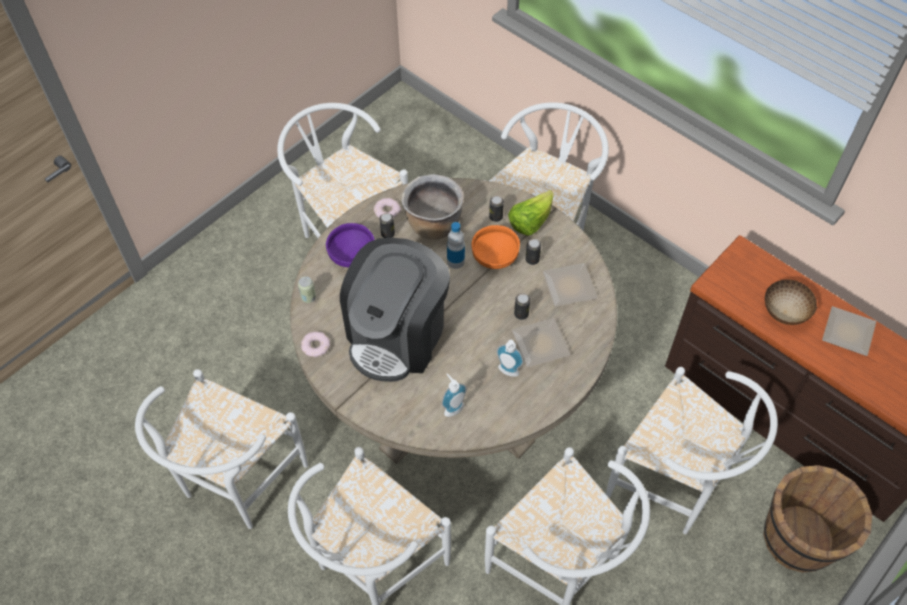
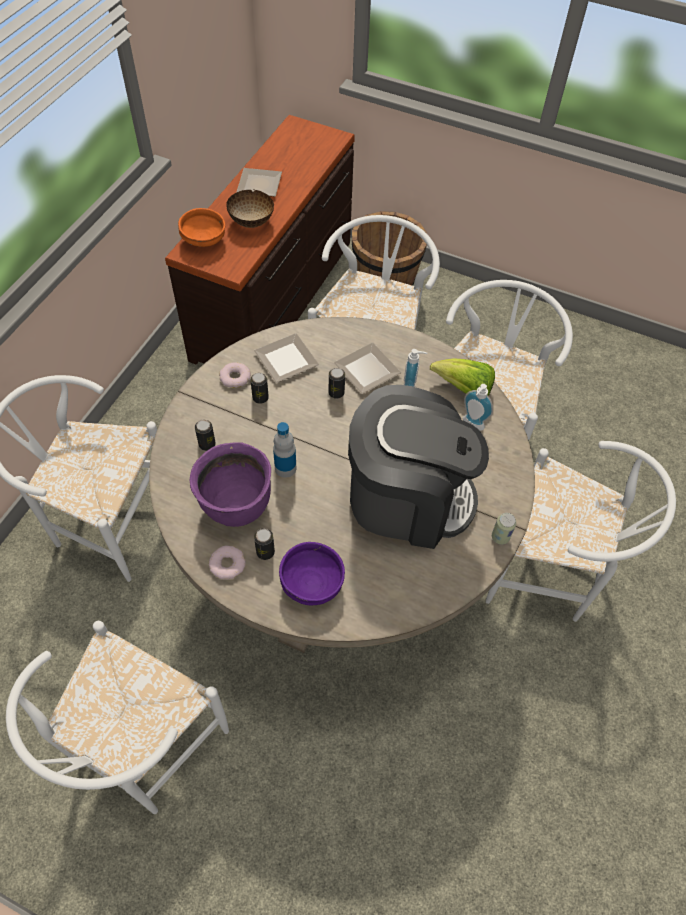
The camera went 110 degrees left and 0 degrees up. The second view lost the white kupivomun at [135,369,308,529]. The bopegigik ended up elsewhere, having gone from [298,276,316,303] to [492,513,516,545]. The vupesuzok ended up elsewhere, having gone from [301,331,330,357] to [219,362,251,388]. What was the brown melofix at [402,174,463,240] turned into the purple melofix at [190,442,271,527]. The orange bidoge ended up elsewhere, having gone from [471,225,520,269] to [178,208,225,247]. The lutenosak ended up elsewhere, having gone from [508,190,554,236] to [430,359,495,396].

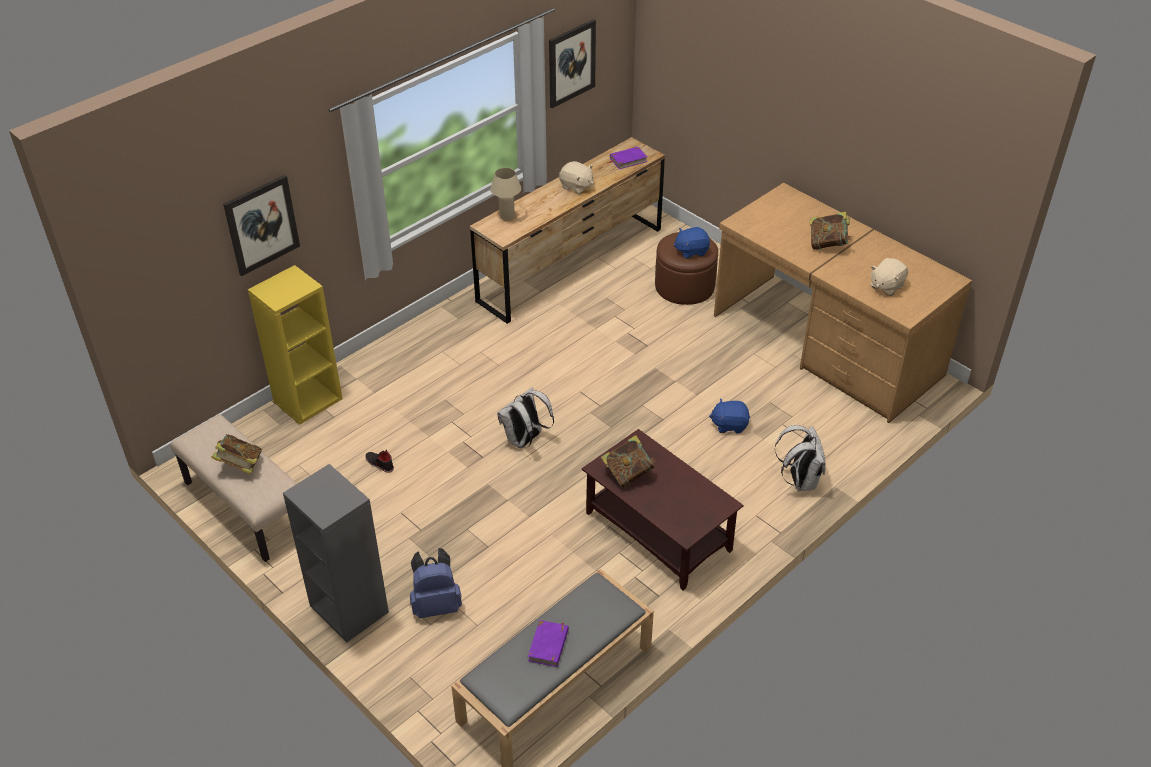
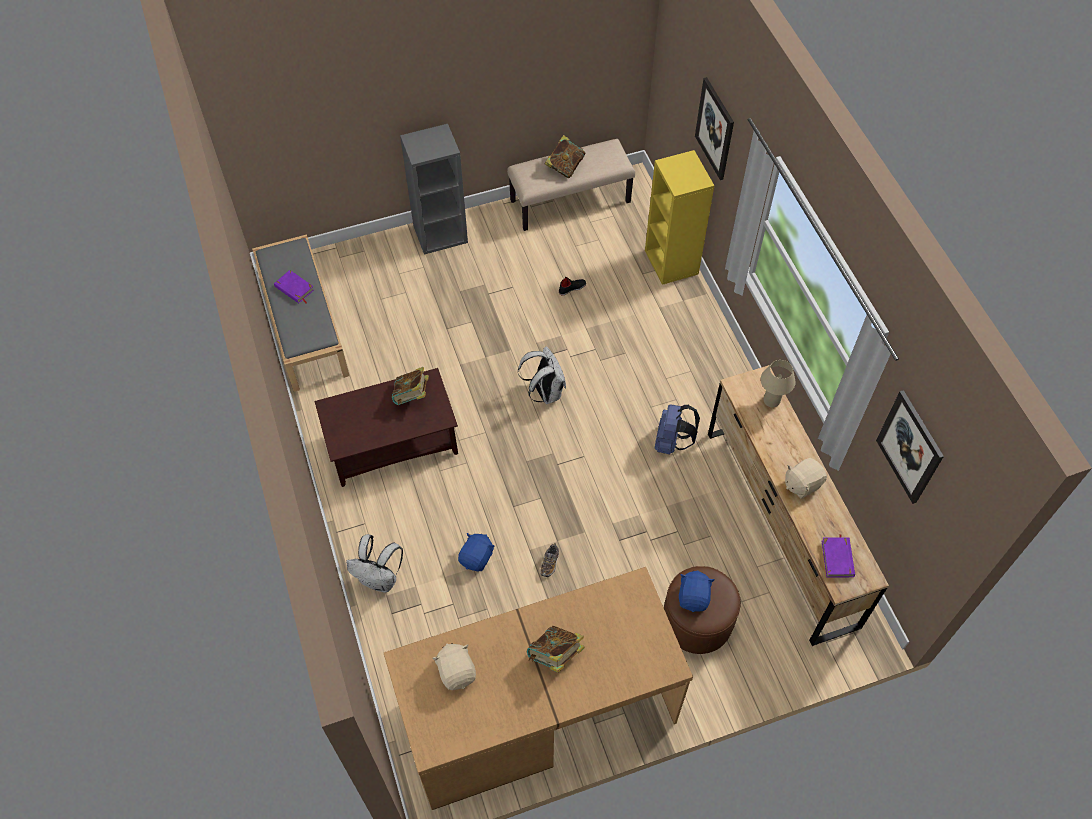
The camera went 115 degrees right and 15 degrees up. The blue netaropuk ended up elsewhere, having gone from [410,548,462,618] to [655,405,700,454]. The second view gained the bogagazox at [540,543,559,577].

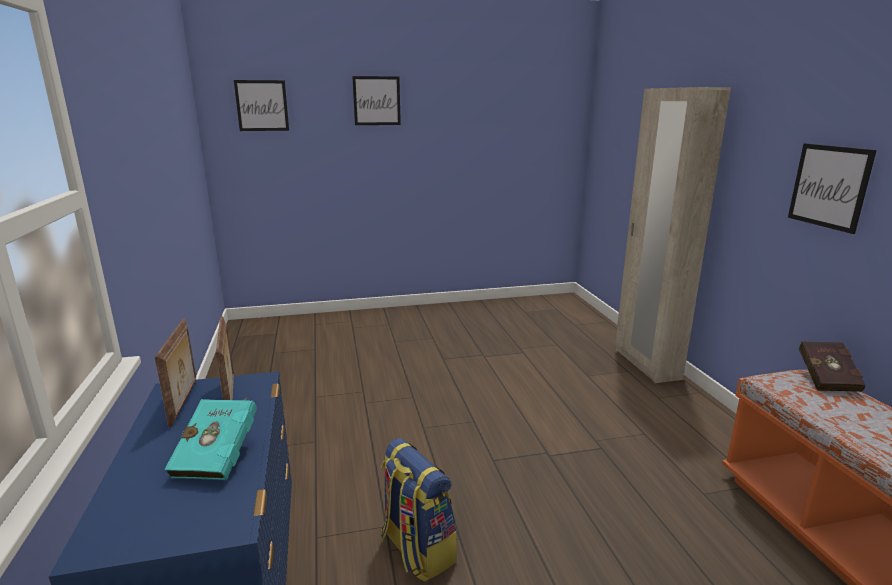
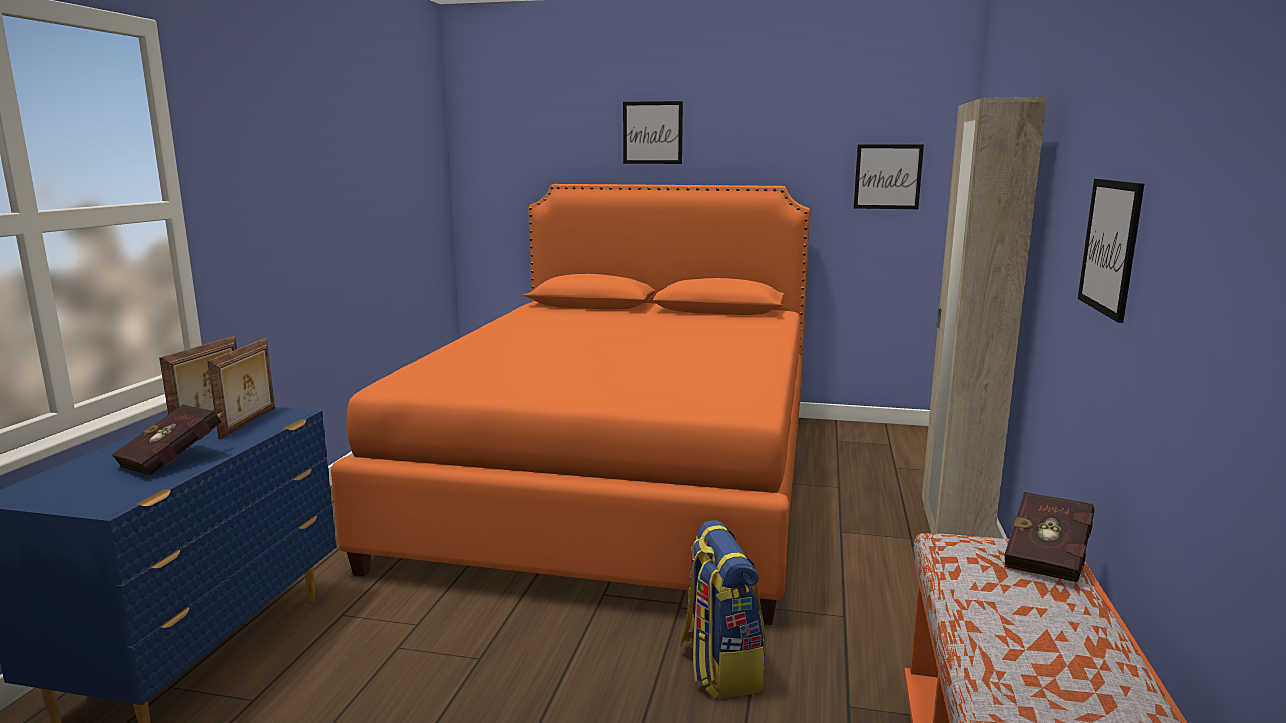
The camera went 25 degrees right and 5 degrees down. What was the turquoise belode at [164,397,257,480] turned into the red belode at [112,405,224,476]. The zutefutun ended up elsewhere, having gone from [234,80,289,131] to [854,145,924,209]. The netaropuk ended up elsewhere, having gone from [381,438,457,582] to [680,520,766,699]. The second view gained the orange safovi at [331,184,810,625].

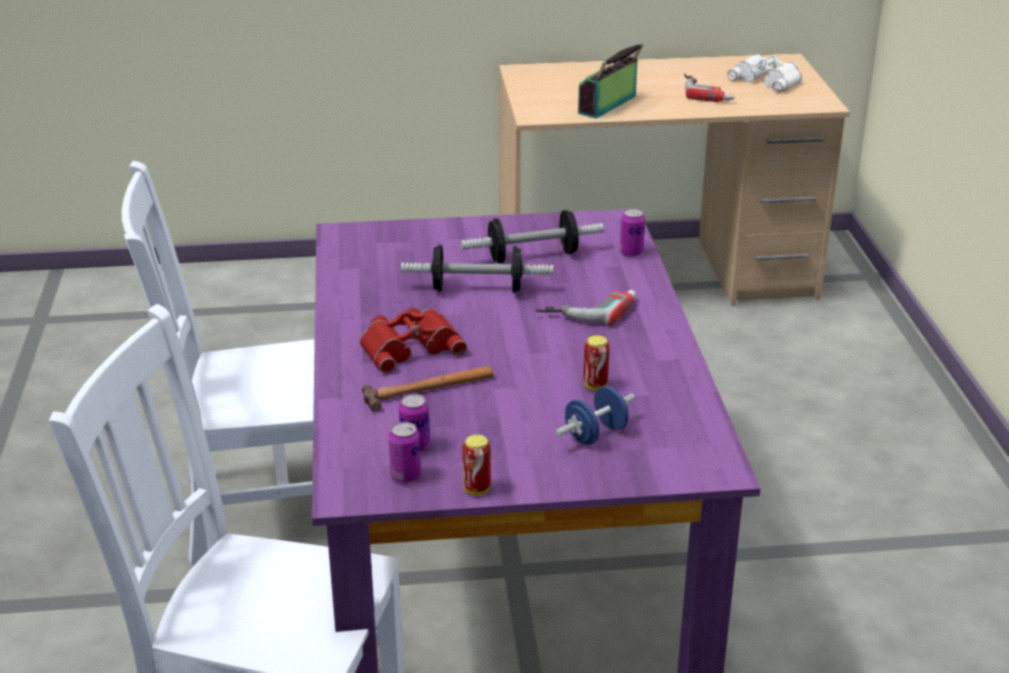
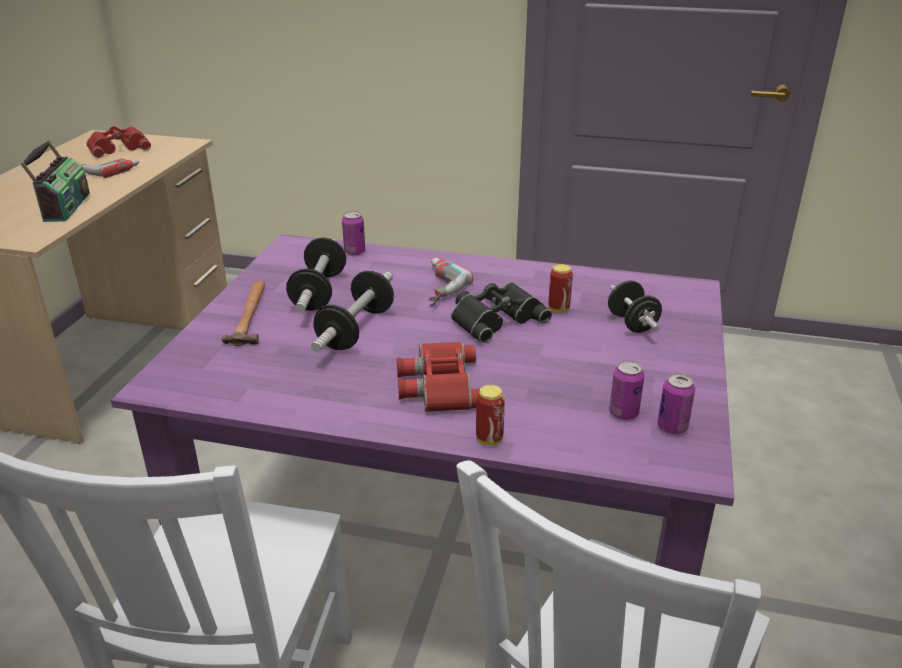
The camera went 70 degrees left and 0 degrees up. The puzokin ended up elsewhere, having gone from [362,366,493,412] to [222,280,265,346]. The bopegigik ended up elsewhere, having gone from [463,434,491,495] to [476,385,505,445]. What was the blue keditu at [555,386,635,445] turned into the black keditu at [608,280,662,333]. The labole at [578,43,643,119] ended up facing another way, 150 degrees counterclockwise from before. What was the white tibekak at [727,54,802,93] turned into the red tibekak at [87,126,151,158]. The second view gained the black tibekak at [451,282,552,343].

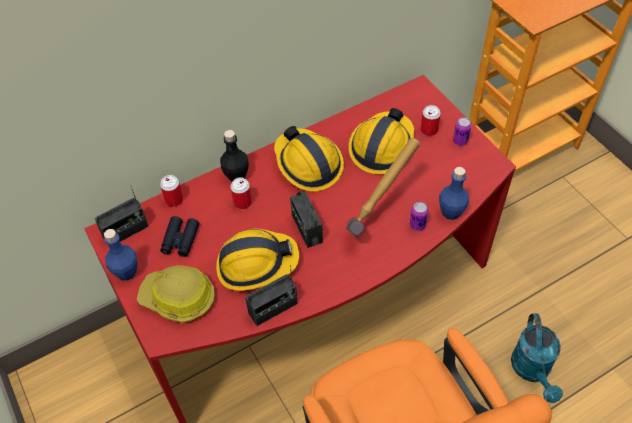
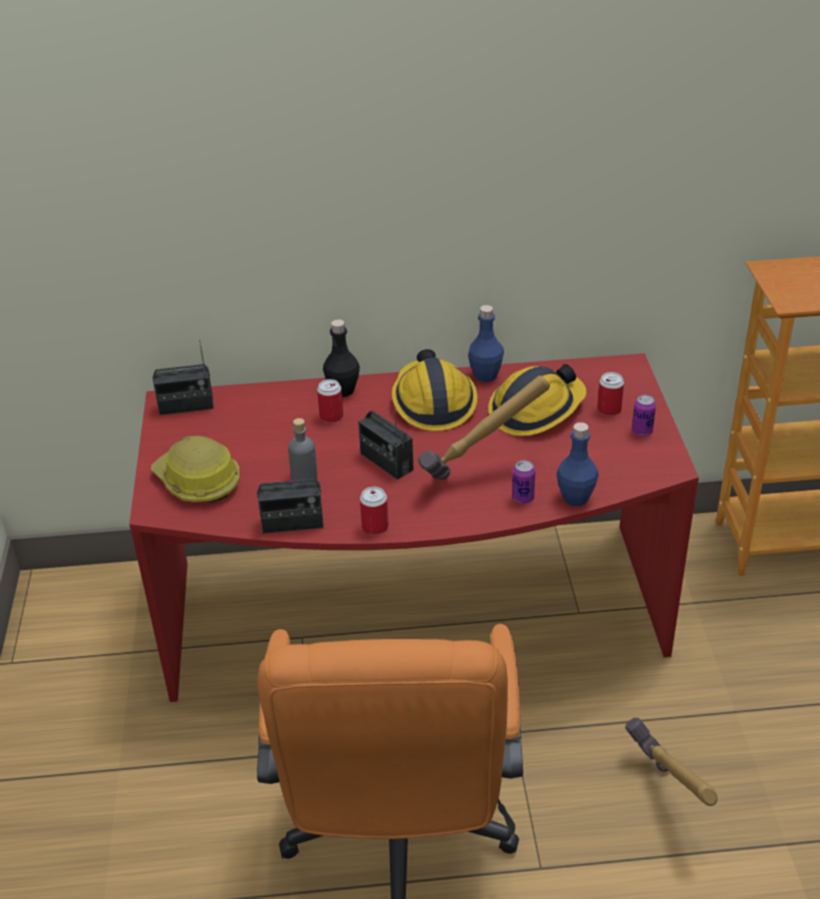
The camera went 25 degrees right and 15 degrees down. The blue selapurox ended up elsewhere, having gone from [104,229,138,280] to [468,305,504,382]. The bopegigik ended up elsewhere, having gone from [160,175,184,207] to [360,487,389,535]. The second view lost the black tibekak at [160,216,199,257]. Where the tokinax stood at [216,229,299,291], the grey selapurox came to stand at [288,418,317,481]. The labole at [290,191,323,248] ended up facing another way, 45 degrees counterclockwise from before. Where the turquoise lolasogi stood at [511,313,563,403], the puzokin came to stand at [625,718,717,806].

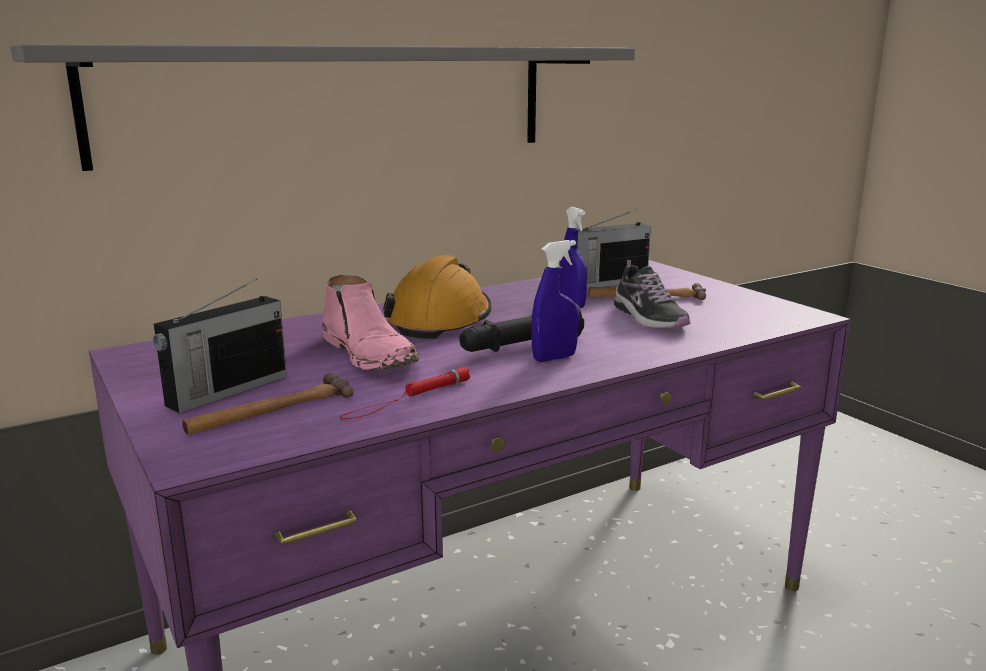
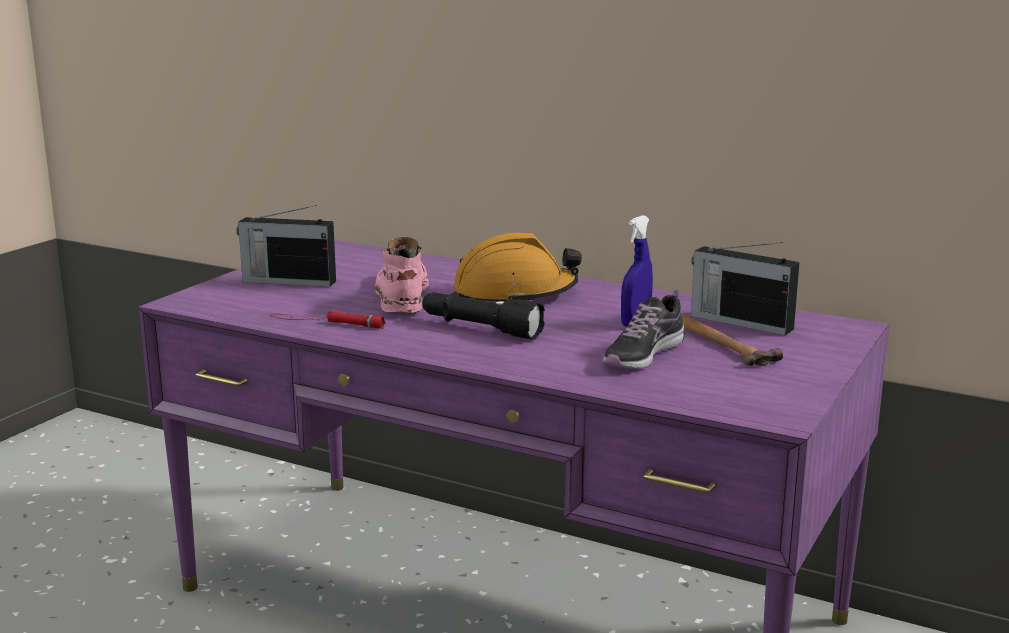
The camera went 60 degrees right and 0 degrees up. The second view lost the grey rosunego at [10,44,635,171]. The second view lost the puzokin at [182,373,354,435]. The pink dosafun at [322,275,419,370] ended up facing another way, 150 degrees clockwise from before. The second view lost the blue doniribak at [531,240,579,362].

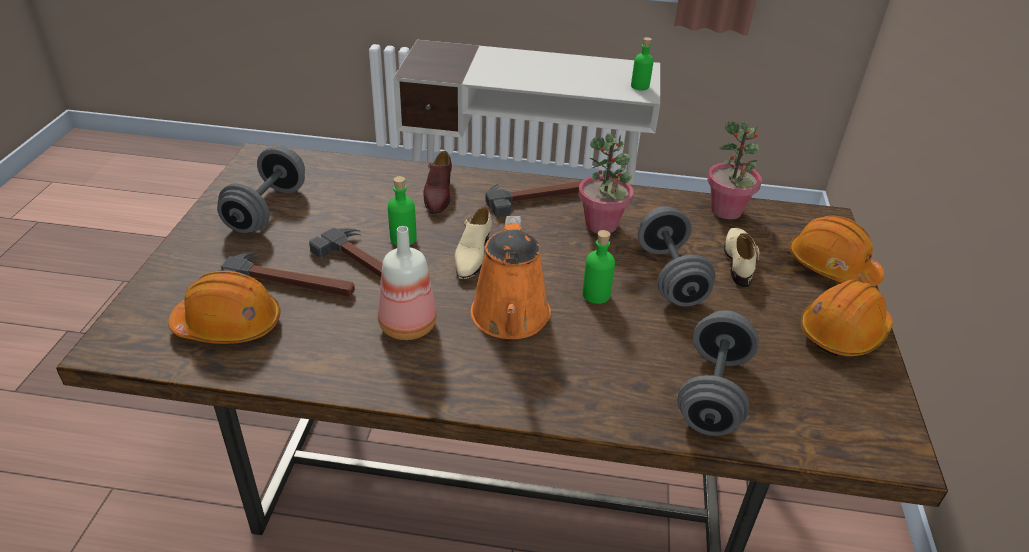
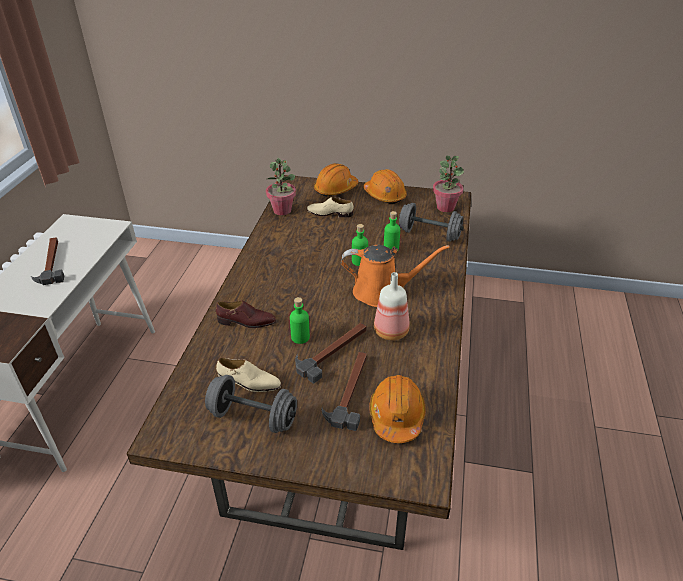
The camera went 85 degrees left and 0 degrees up. The beige bogagazox ended up elsewhere, having gone from [455,207,492,279] to [216,358,281,392]. The puzokin ended up elsewhere, having gone from [485,181,582,217] to [31,237,64,285]. The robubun ended up elsewhere, having gone from [578,134,633,233] to [433,156,464,212]. The green selapurox ended up elsewhere, having gone from [631,37,654,91] to [384,211,400,250]. The second view lost the grey keditu at [638,206,716,307].

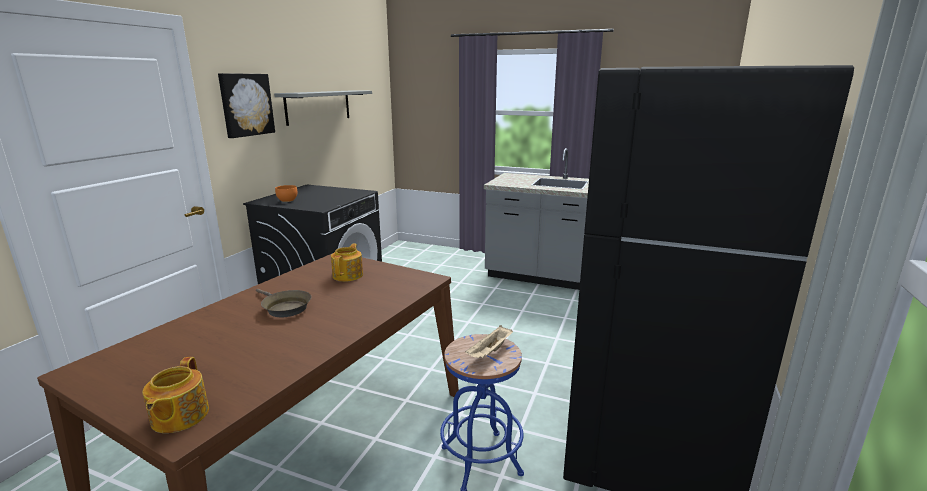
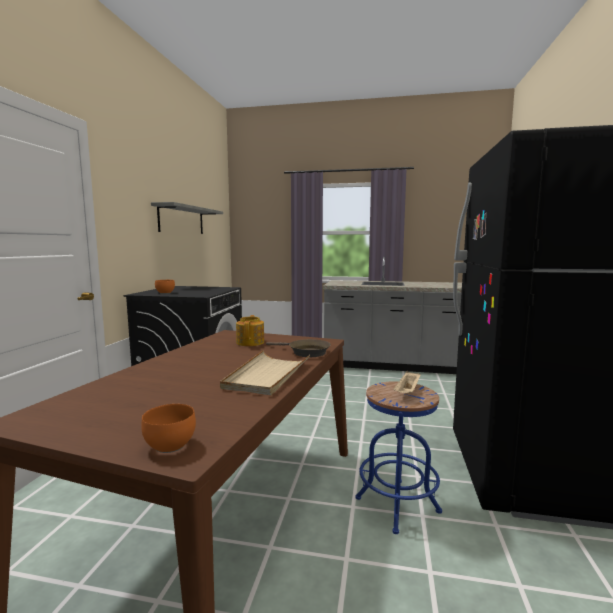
The camera went 10 degrees left and 10 degrees down. Where the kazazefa stood at [142,357,209,433], the orange bidoge came to stand at [141,404,196,453]. The second view lost the zutefutun at [218,73,275,138]. The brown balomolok ended up elsewhere, having gone from [256,289,311,317] to [266,339,331,357]. The second view gained the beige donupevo at [220,351,310,395].

